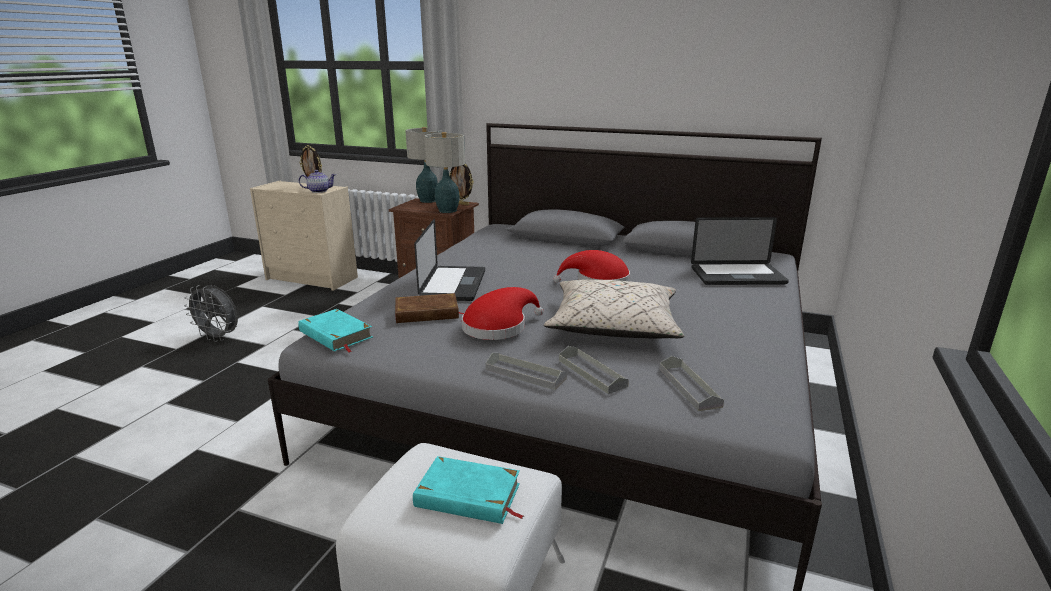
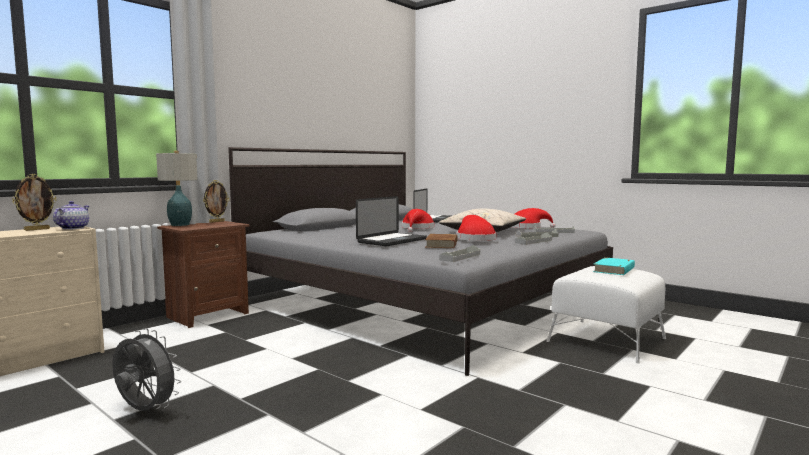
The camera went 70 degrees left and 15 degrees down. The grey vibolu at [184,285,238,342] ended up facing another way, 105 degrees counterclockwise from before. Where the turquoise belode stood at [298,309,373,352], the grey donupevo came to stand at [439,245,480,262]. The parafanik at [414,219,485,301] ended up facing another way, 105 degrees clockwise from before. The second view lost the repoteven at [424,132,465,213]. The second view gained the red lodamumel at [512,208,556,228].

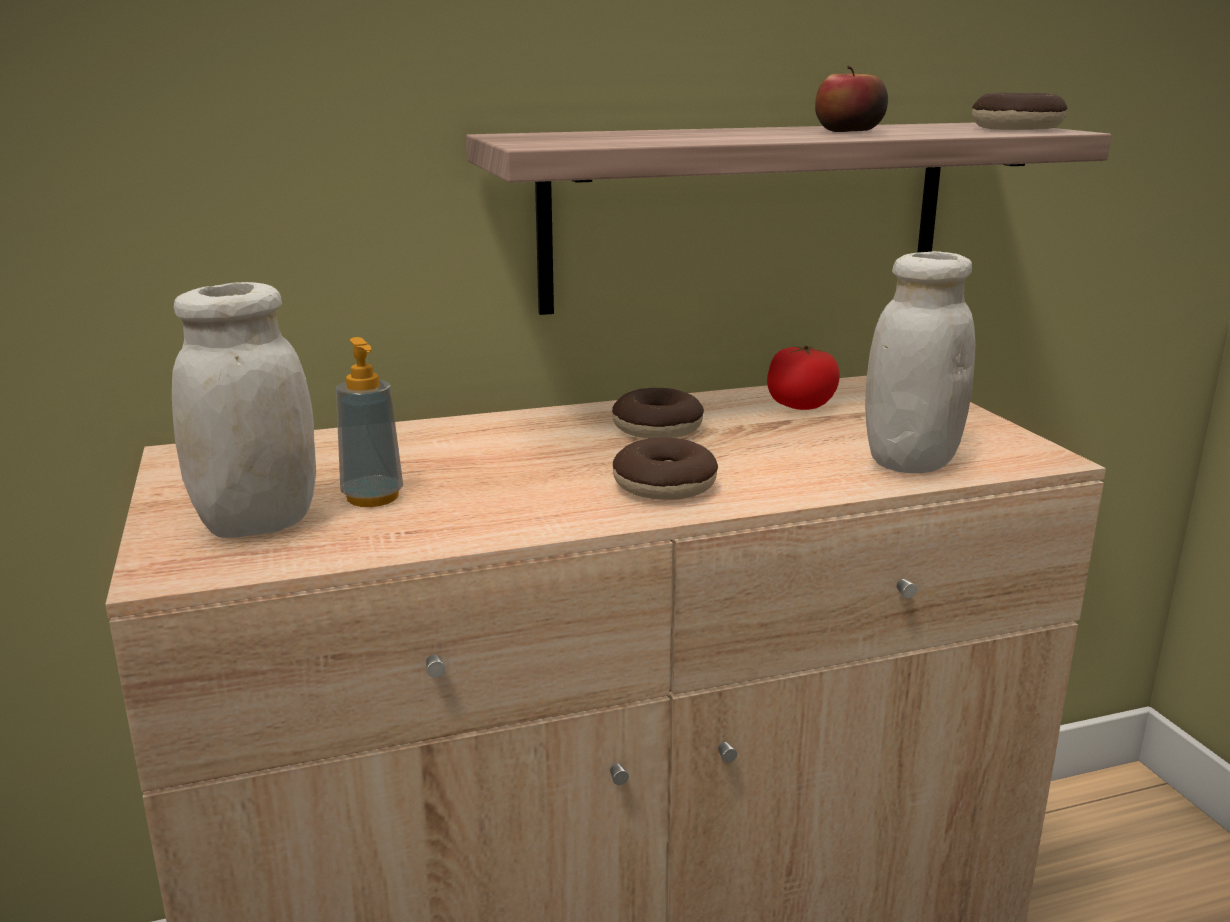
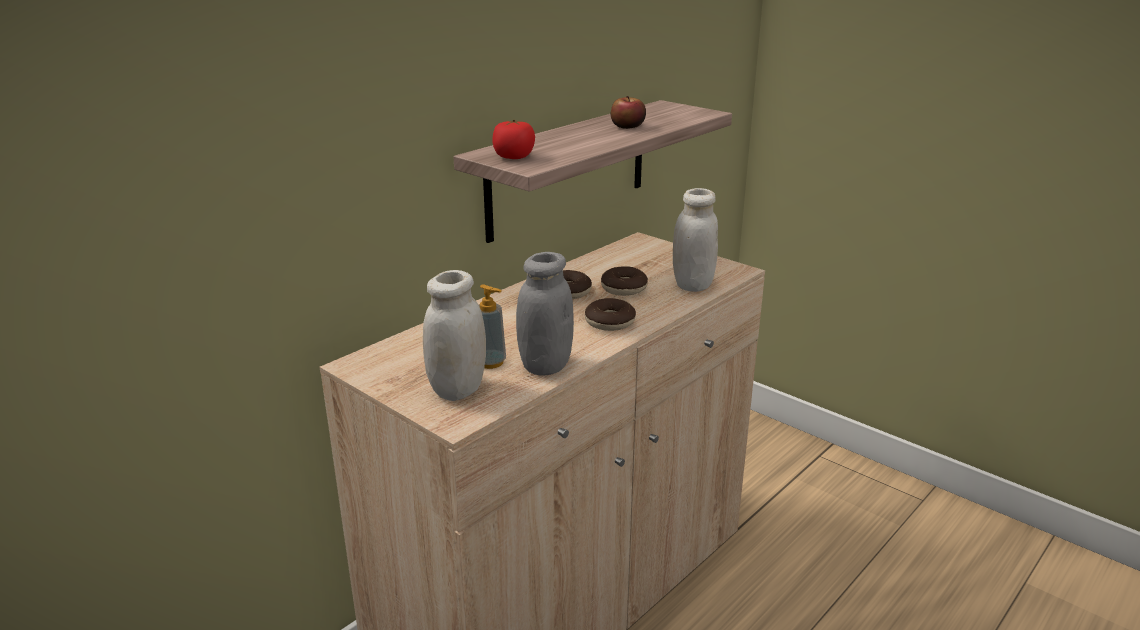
The camera went 30 degrees left and 5 degrees up. The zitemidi ended up elsewhere, having gone from [767,346,840,410] to [493,120,535,159]. The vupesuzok ended up elsewhere, having gone from [972,92,1068,130] to [601,266,648,296]. The second view gained the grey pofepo at [516,252,574,376].

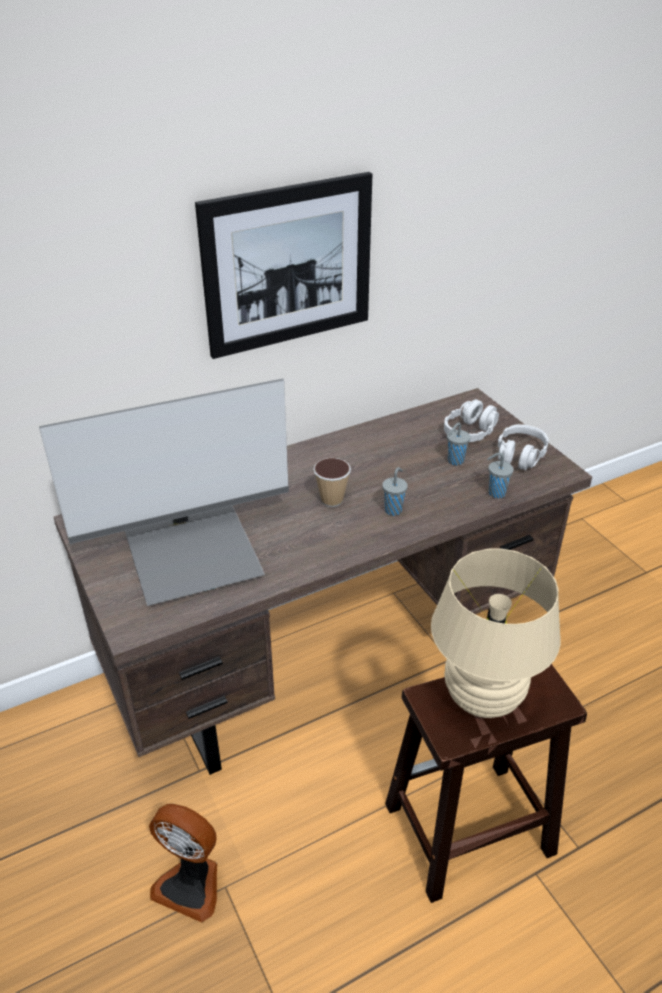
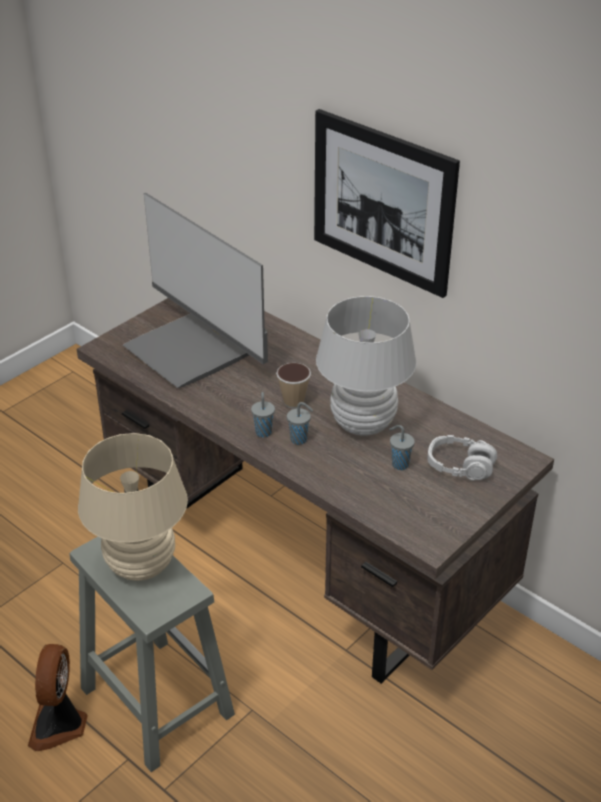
The camera went 70 degrees right and 0 degrees up. The vibolu ended up elsewhere, having gone from [149,803,217,922] to [28,644,88,751]. What was the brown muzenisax at [385,664,587,903] turned into the grey muzenisax at [70,537,235,772]. The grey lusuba ended up elsewhere, having gone from [487,453,514,498] to [251,392,275,438]. The second view lost the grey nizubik at [498,424,549,470]. The second view gained the white repoteven at [316,296,416,436].

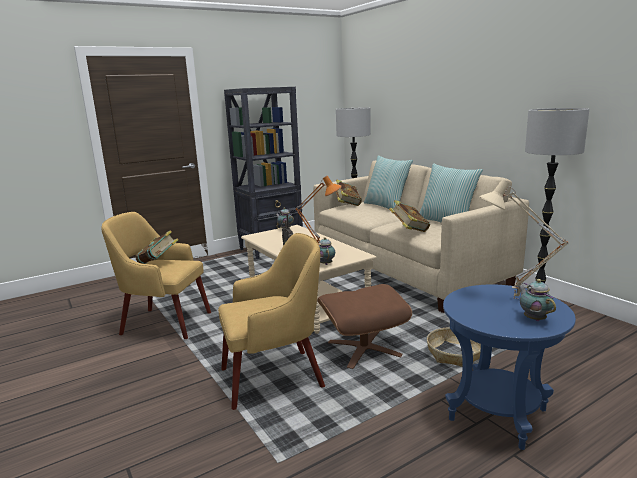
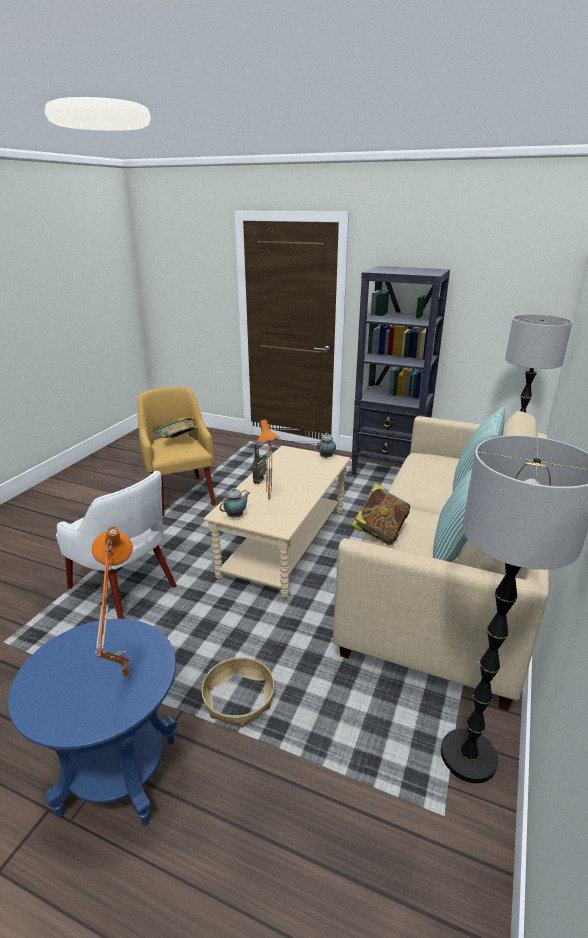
The camera went 55 degrees right and 10 degrees up. What was the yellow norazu at [218,233,325,410] turned into the white norazu at [56,471,177,619]. The second view lost the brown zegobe at [317,284,412,369]. The second view lost the belode at [336,180,362,206]. What was the beige repoteven at [479,180,569,299] turned into the orange repoteven at [92,526,133,679]. The second view lost the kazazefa at [518,279,556,321].

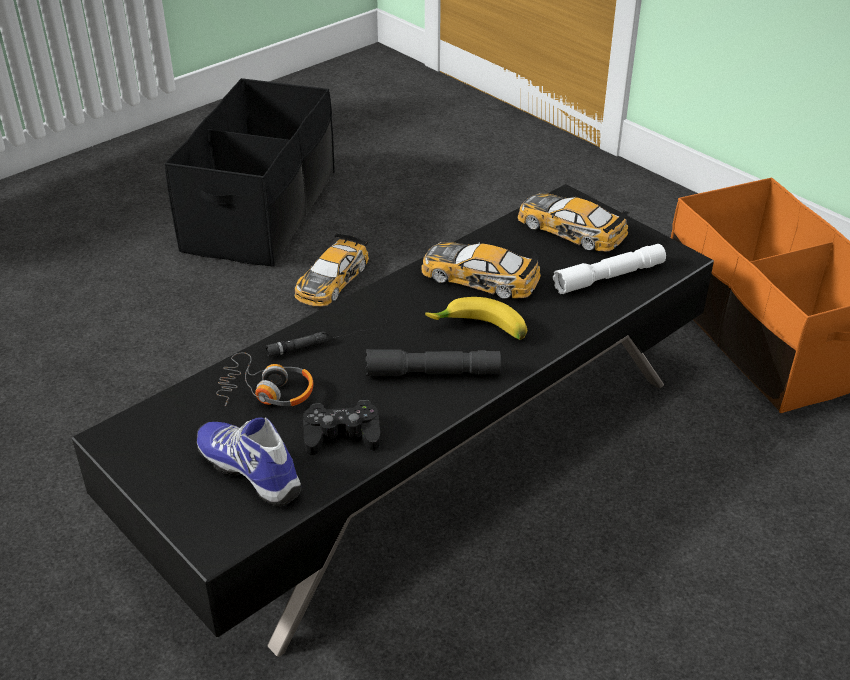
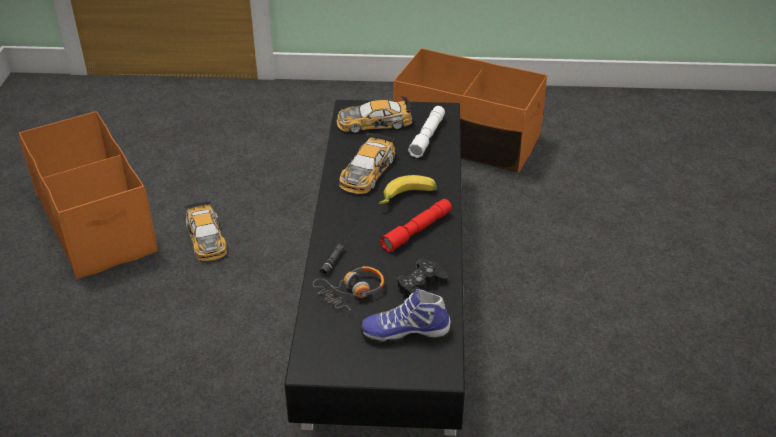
The camera went 45 degrees left and 0 degrees up. What was the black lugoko at [165,78,335,267] turned into the orange lugoko at [19,111,158,279]. What was the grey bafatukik at [366,349,501,376] turned into the red bafatukik at [380,199,452,252]. The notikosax at [421,242,541,299] ended up facing another way, 45 degrees counterclockwise from before.

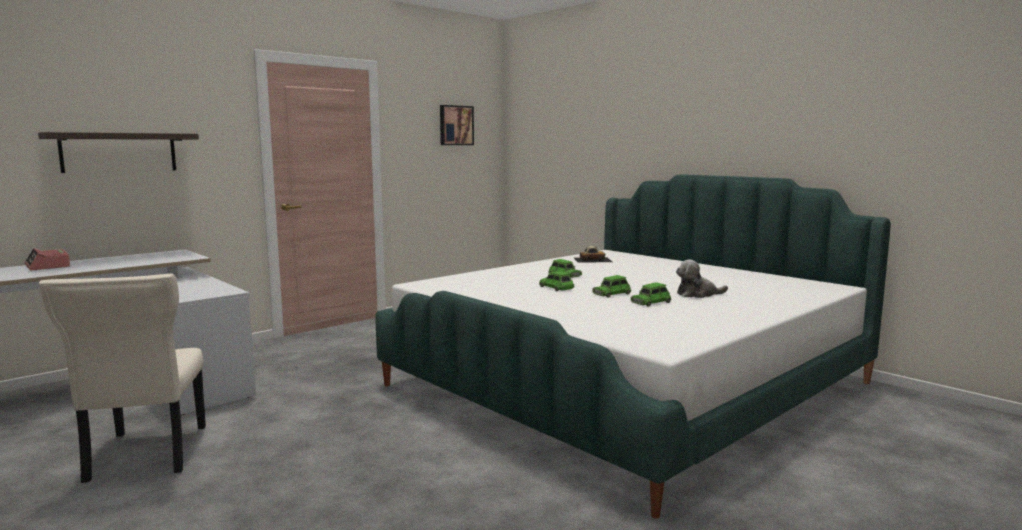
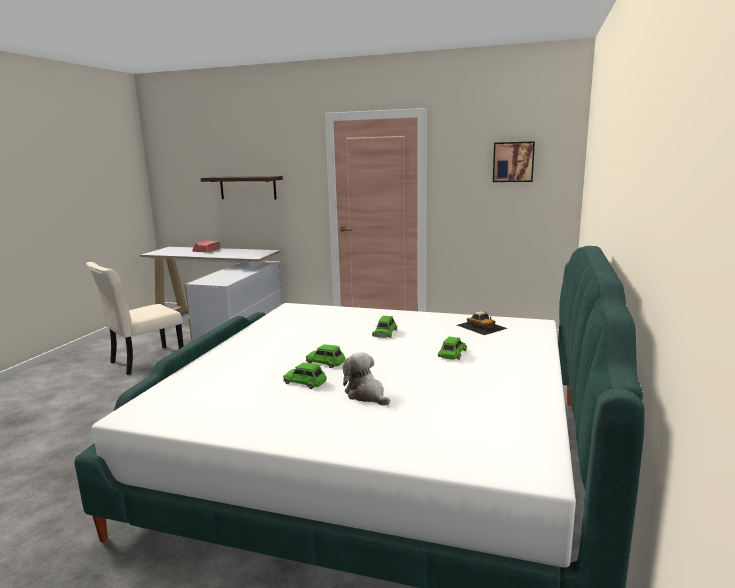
The camera went 60 degrees right and 5 degrees up. The green notikosax ended up elsewhere, having gone from [539,271,575,291] to [438,337,467,360].

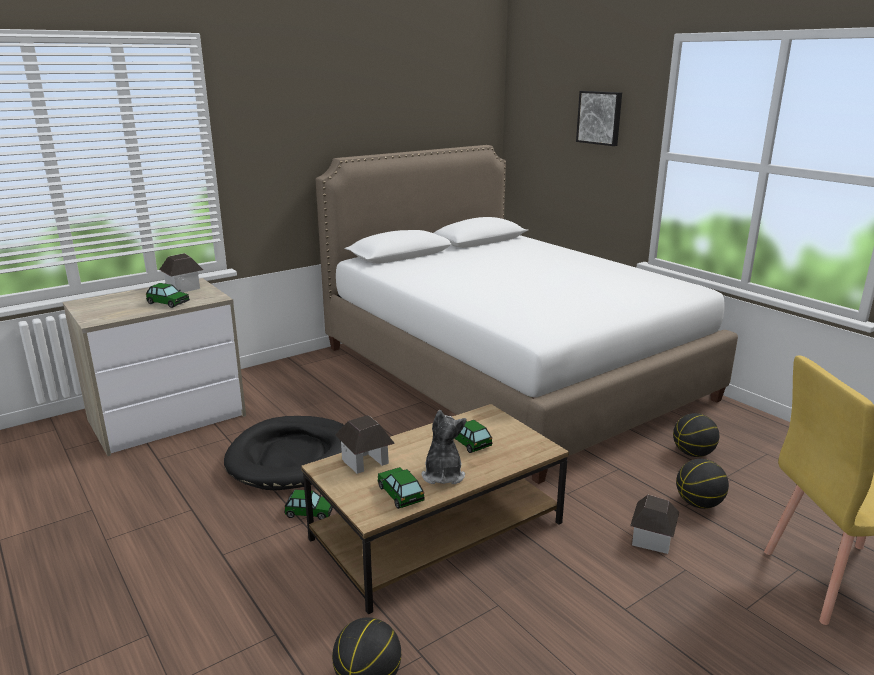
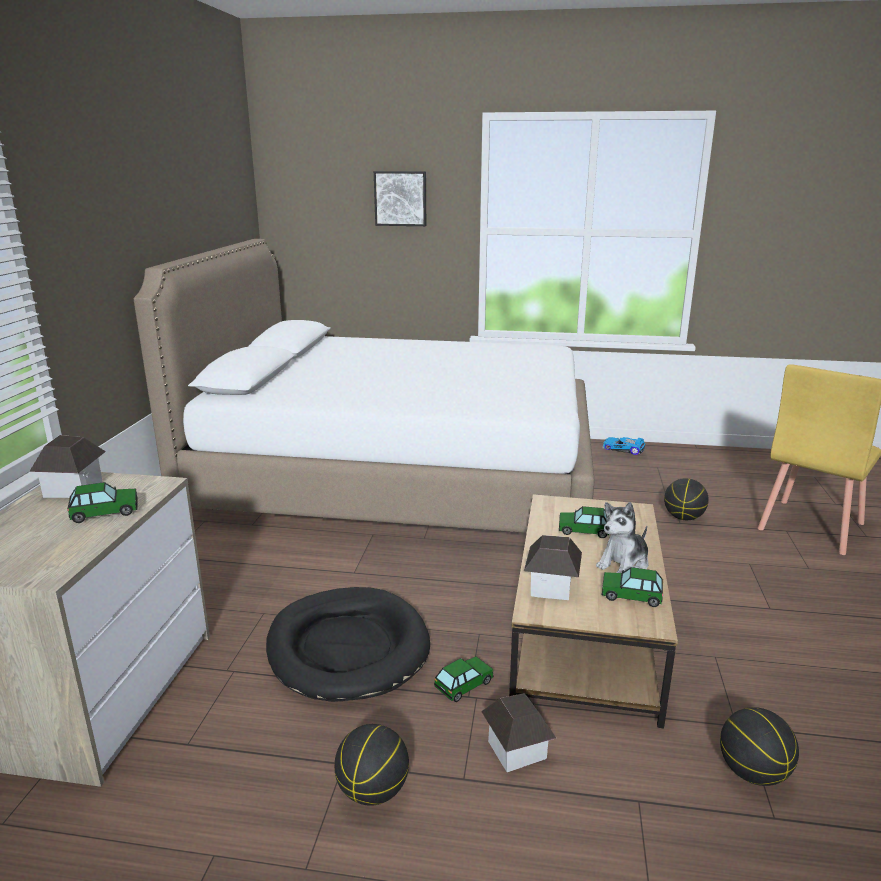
The camera went 45 degrees left and 0 degrees up. The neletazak at [421,410,466,484] ended up facing another way, 90 degrees counterclockwise from before. The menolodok ended up elsewhere, having gone from [630,495,679,554] to [481,693,556,772]. The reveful ended up elsewhere, having gone from [673,413,719,457] to [334,724,409,806]. The second view gained the notikosax at [603,437,645,455].

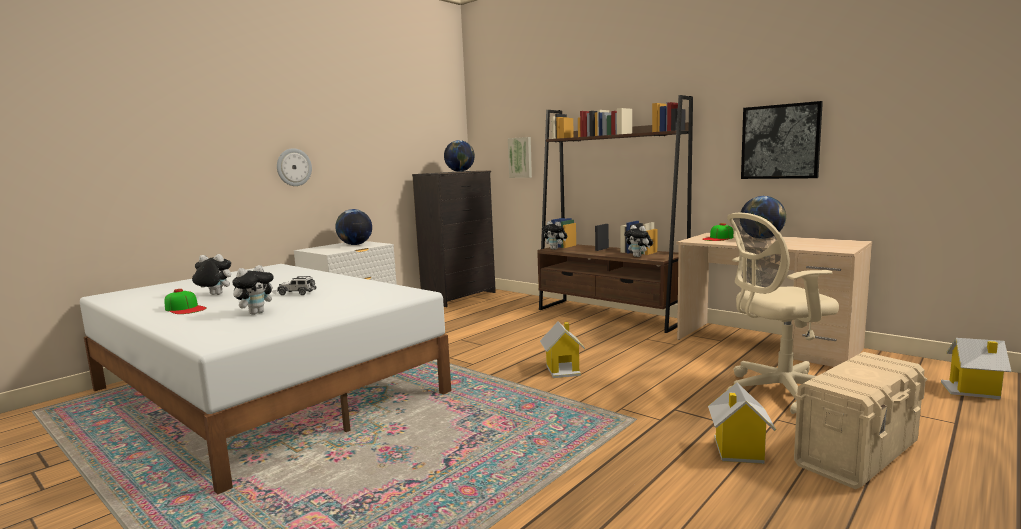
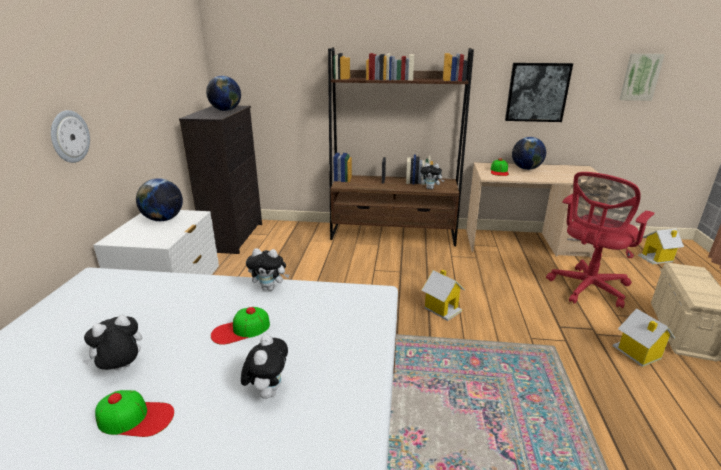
The camera went 35 degrees left and 15 degrees up. Where the notikosax stood at [277,276,317,295], the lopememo came to stand at [211,307,270,345]. The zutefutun ended up elsewhere, having gone from [508,137,532,178] to [619,54,665,101]. The neletazak ended up elsewhere, having gone from [542,221,567,250] to [246,248,290,291]. What was the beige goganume at [726,213,839,414] turned into the red goganume at [546,172,655,308].

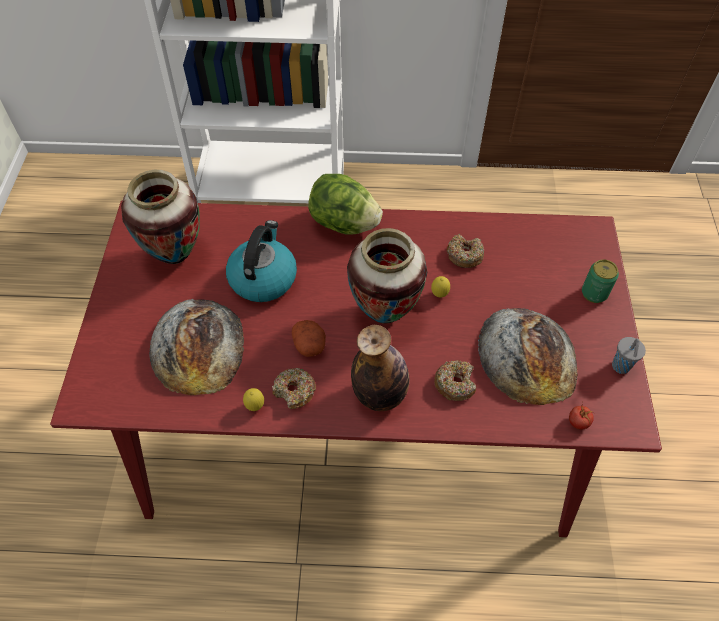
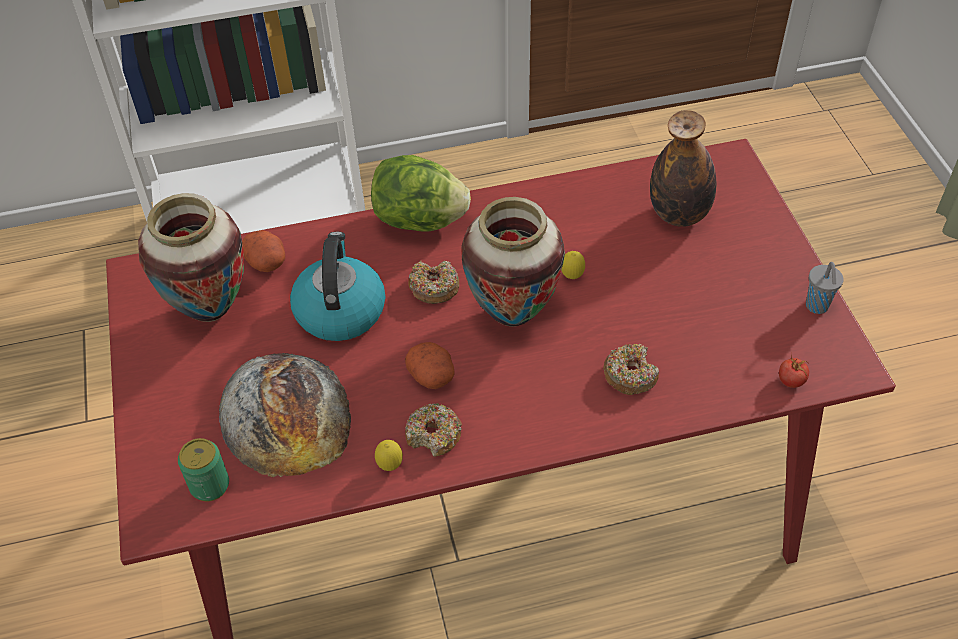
The camera went 15 degrees left and 5 degrees down. The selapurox ended up elsewhere, having gone from [351,325,409,411] to [650,110,716,227]. The vupesuzok ended up elsewhere, having gone from [447,234,484,268] to [408,261,459,304]. The second view lost the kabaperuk at [478,308,578,405]. The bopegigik ended up elsewhere, having gone from [582,259,619,303] to [178,438,229,501]. The second view gained the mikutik at [242,230,285,272].

